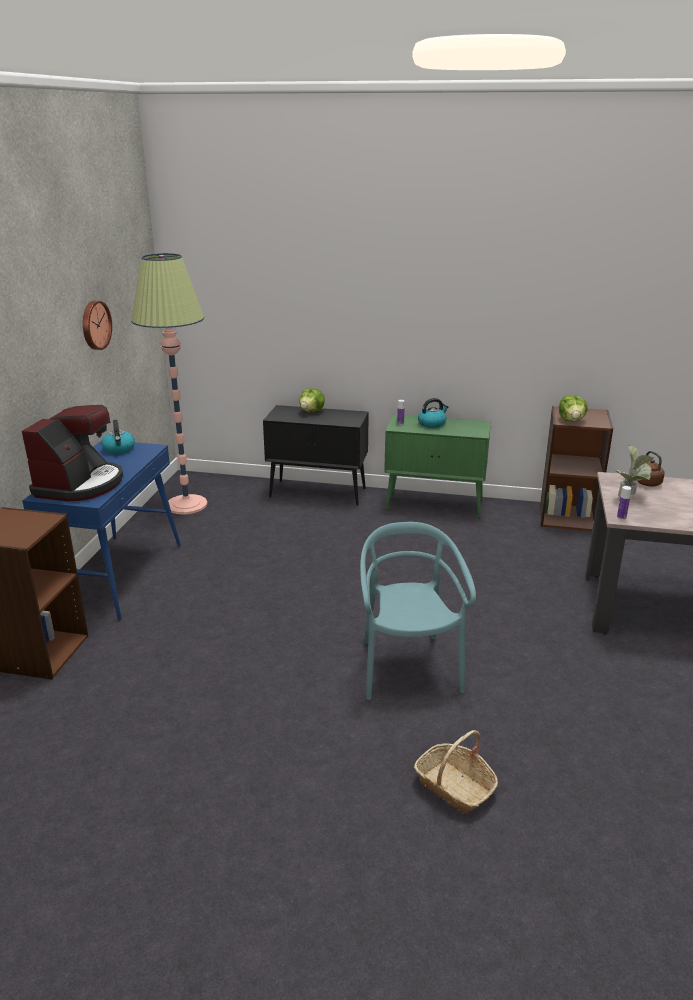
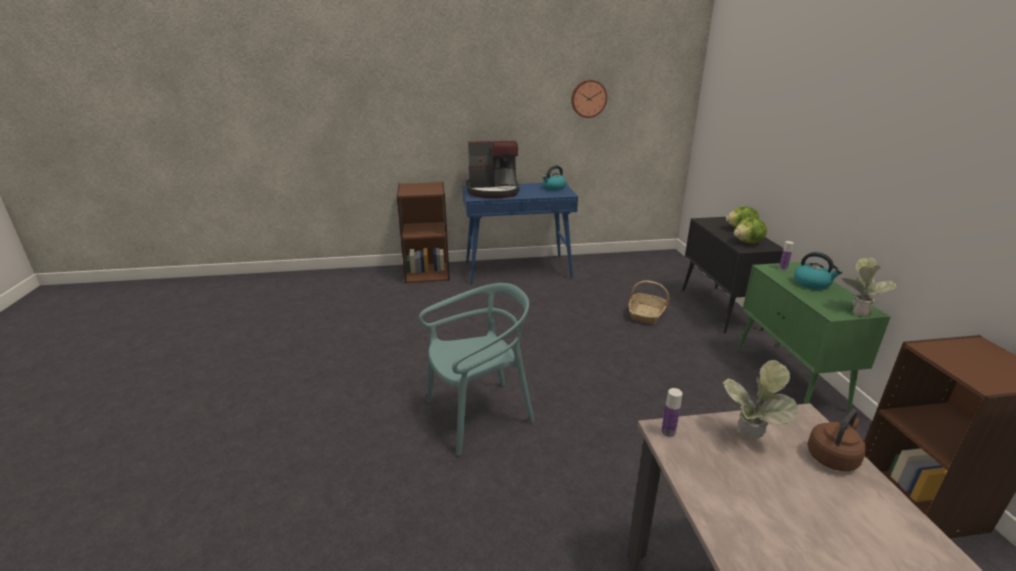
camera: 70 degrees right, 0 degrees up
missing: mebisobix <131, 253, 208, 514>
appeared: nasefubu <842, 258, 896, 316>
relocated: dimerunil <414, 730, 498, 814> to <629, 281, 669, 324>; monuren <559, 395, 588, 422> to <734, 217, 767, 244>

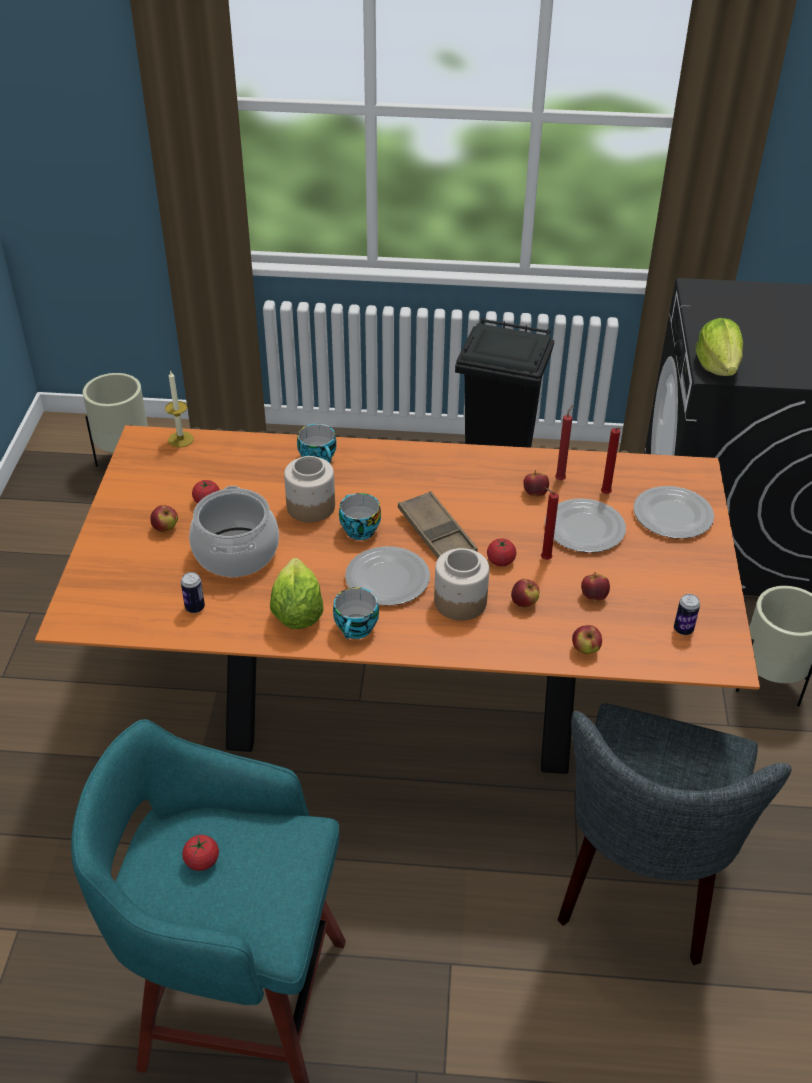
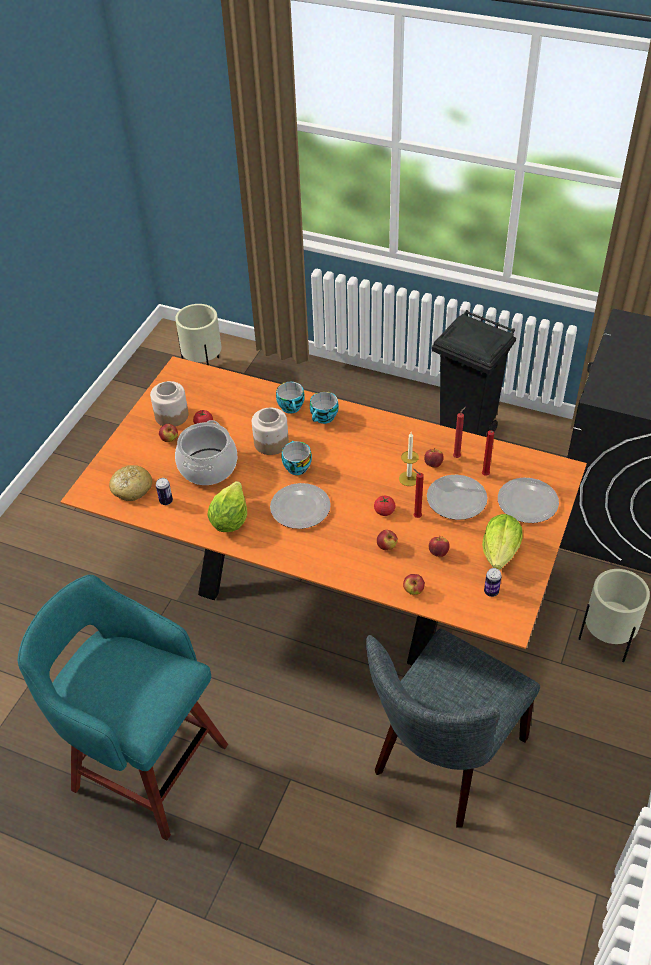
camera: 20 degrees right, 5 degrees up
missing: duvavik <182, 835, 219, 871>; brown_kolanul <398, 491, 478, 558>
appeared: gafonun <109, 465, 152, 501>
relocated: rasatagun <165, 370, 194, 447> to <399, 432, 419, 486>; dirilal <333, 587, 379, 639> to <310, 391, 339, 424>; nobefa <434, 548, 489, 621> to <150, 381, 189, 427>; monuren <696, 318, 743, 376> to <482, 514, 523, 570>

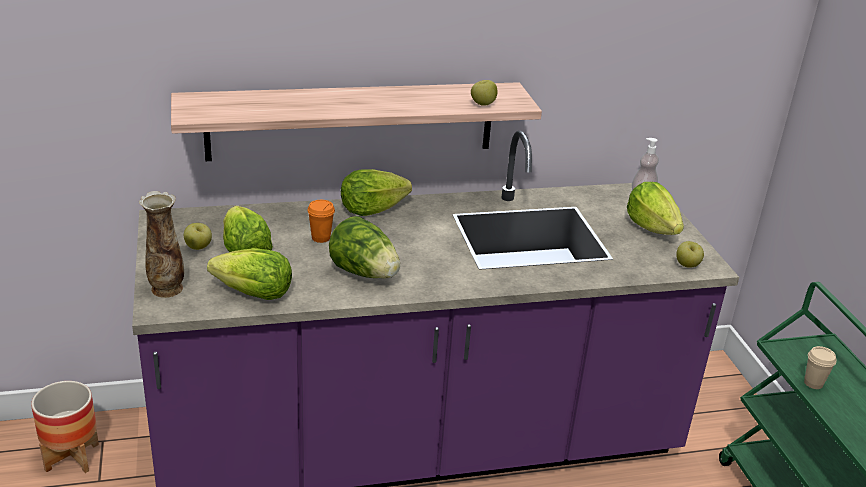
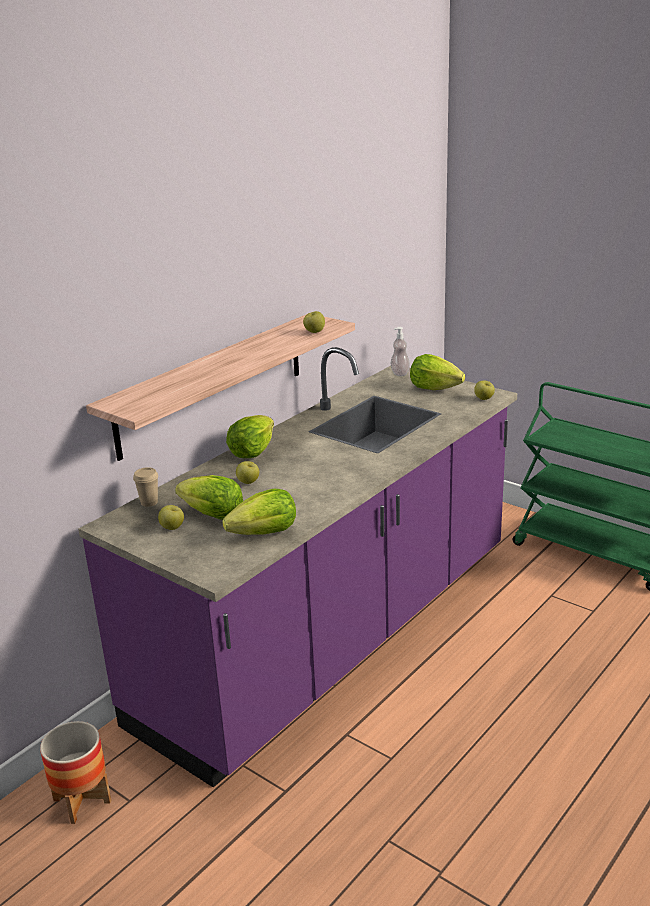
camera: 35 degrees left, 5 degrees down
missing: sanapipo <139, 191, 184, 298>; monuren <329, 216, 400, 279>
relocated: beige_dirilal <804, 346, 837, 389> to <133, 467, 158, 507>
exchanged: orange_dirilal <307, 200, 335, 243> to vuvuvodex <236, 461, 259, 484>

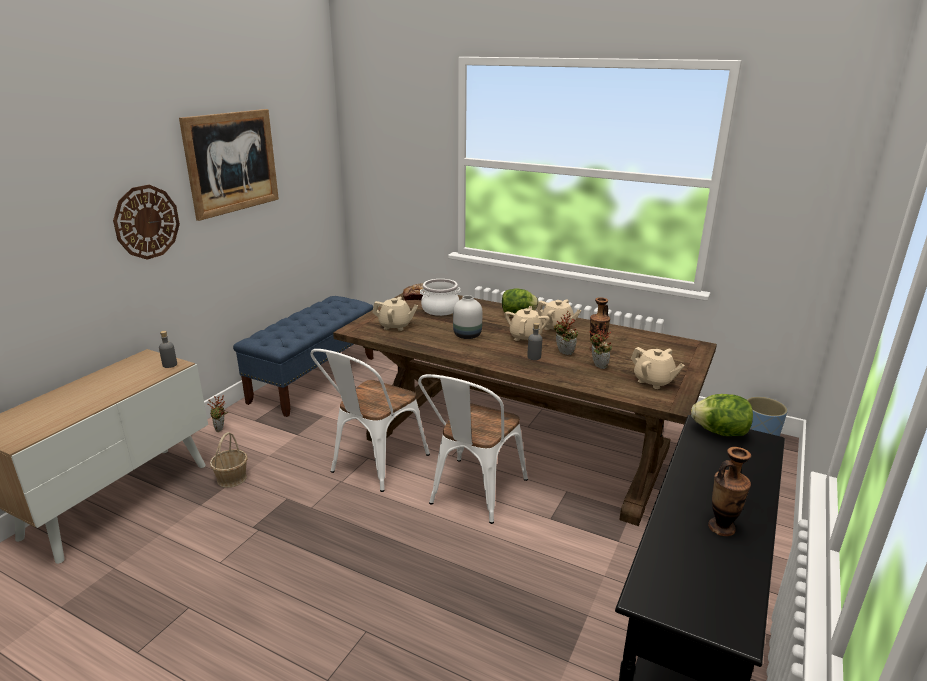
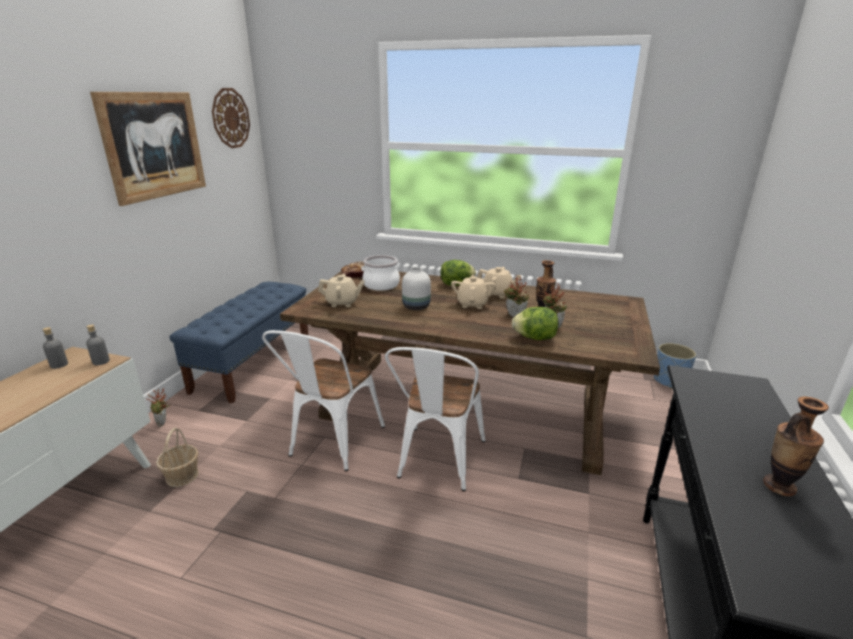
camera: 10 degrees left, 0 degrees up
missing: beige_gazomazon <631, 347, 685, 389>
relocated: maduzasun <113, 185, 180, 260> to <212, 88, 250, 148>; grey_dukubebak <527, 322, 542, 360> to <43, 327, 68, 369>; monuren <691, 394, 753, 436> to <512, 307, 558, 340>

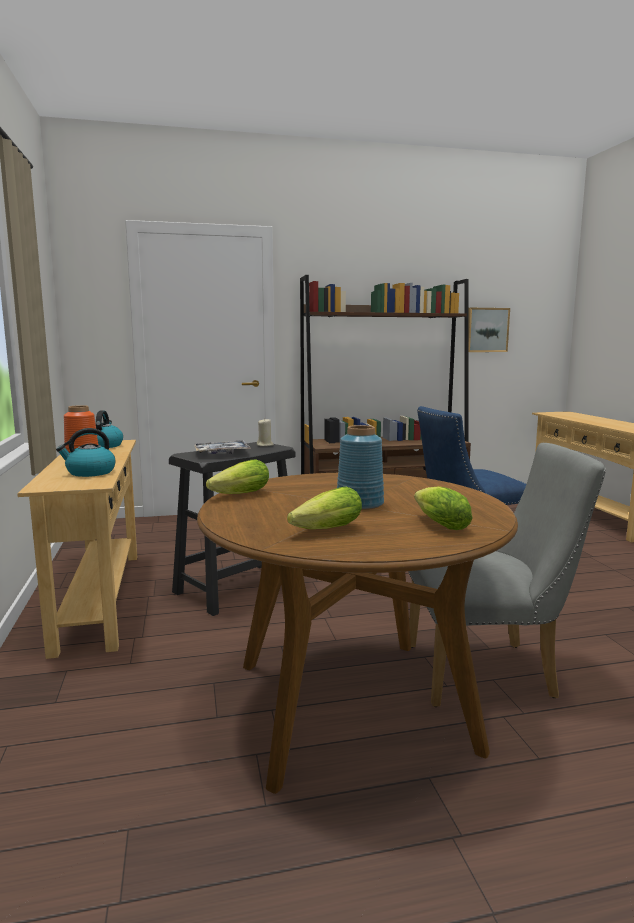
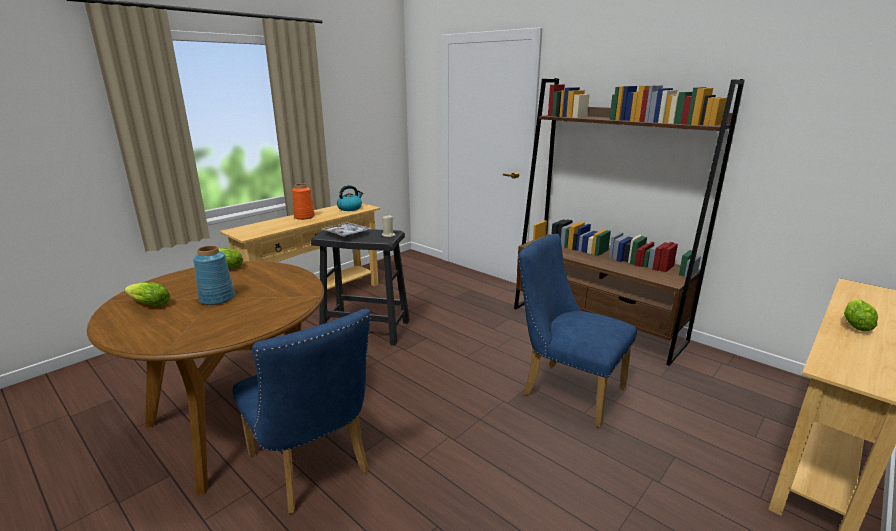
camera: 55 degrees right, 10 degrees up
missing: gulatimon <56, 428, 115, 477>; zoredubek <469, 308, 510, 352>
relocated: monuren <414, 486, 472, 530> to <844, 299, 878, 331>
colour: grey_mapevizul <408, 443, 606, 707> to blue_mapevizul <232, 309, 371, 513>

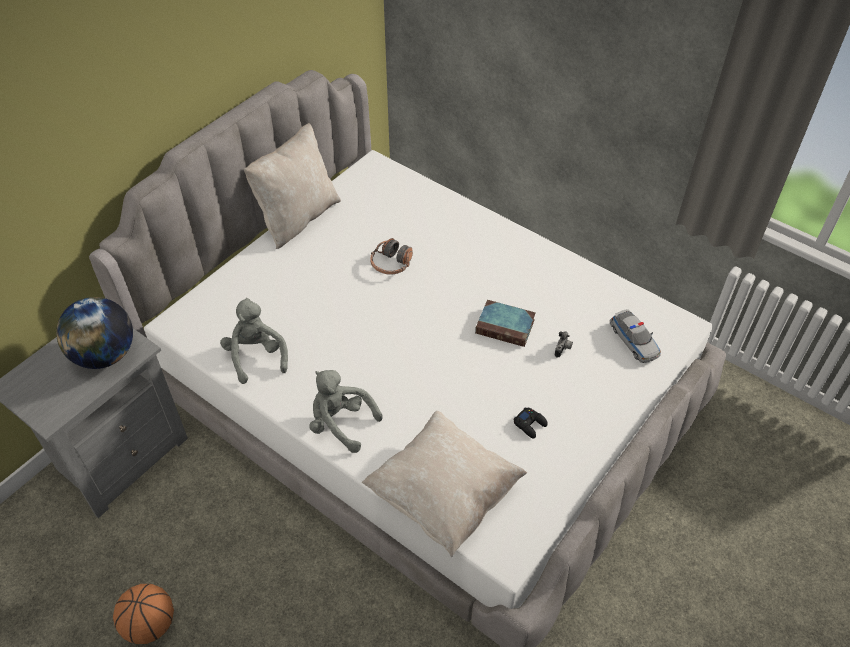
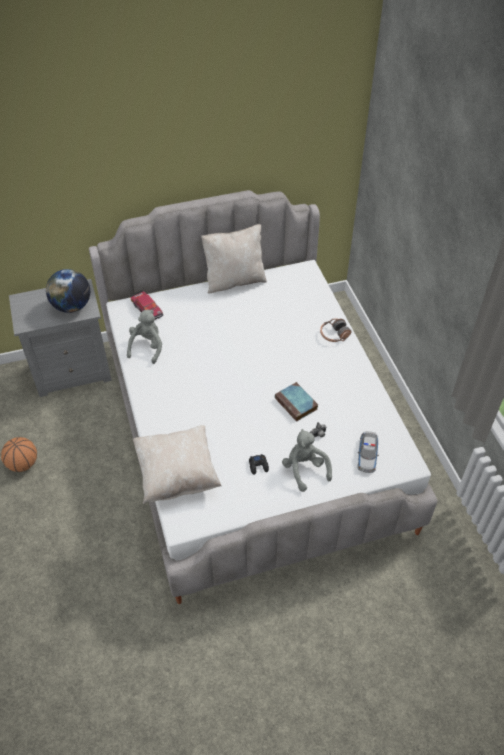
camera: 35 degrees right, 0 degrees up
appeared: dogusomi <130, 291, 163, 320>
relocated: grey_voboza <309, 370, 383, 453> to <282, 429, 332, 492>; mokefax <370, 238, 413, 275> to <320, 318, 352, 342>

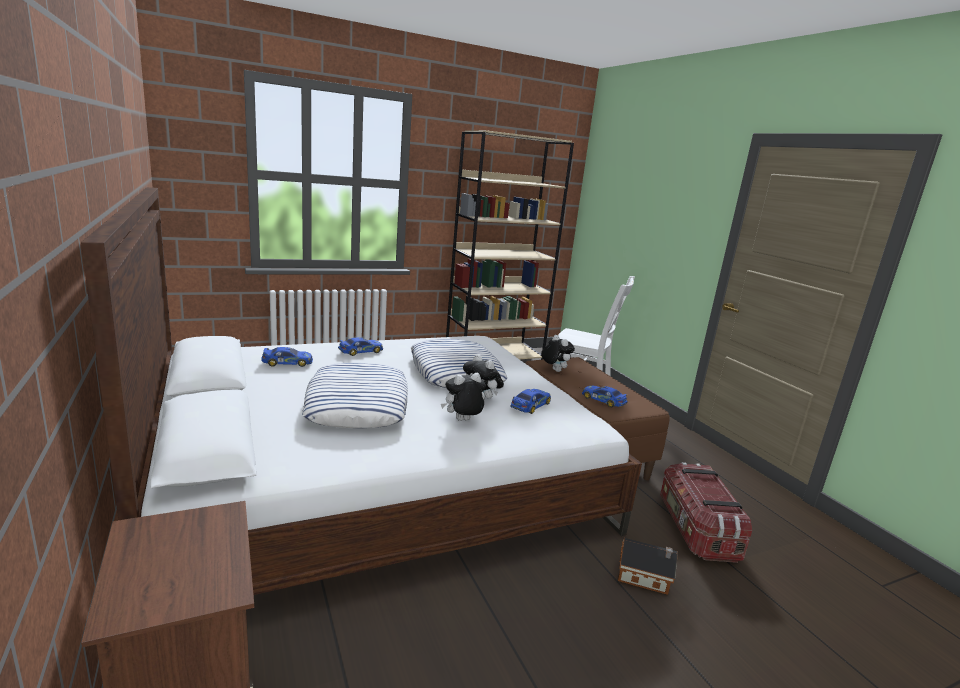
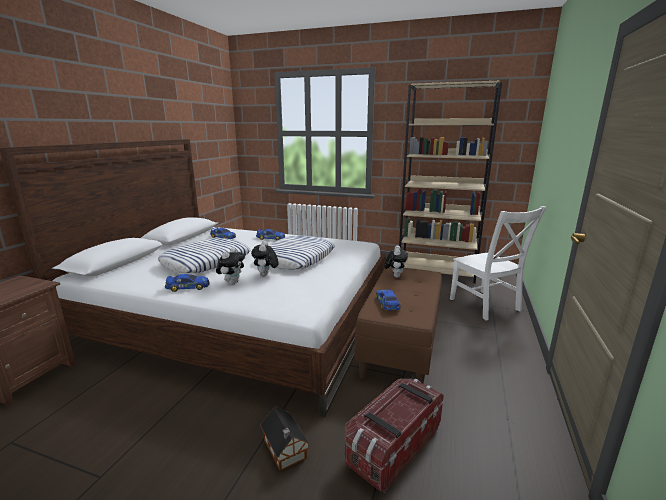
camera: 45 degrees right, 0 degrees up
relocated: dogusomi <510, 389, 551, 414> to <165, 274, 210, 292>
spun: voboza <441, 373, 485, 421> = <216, 248, 245, 285> 90 degrees clockwise

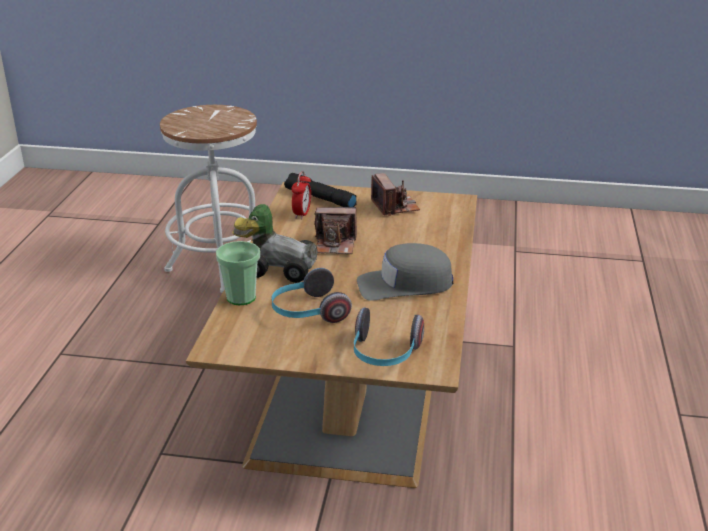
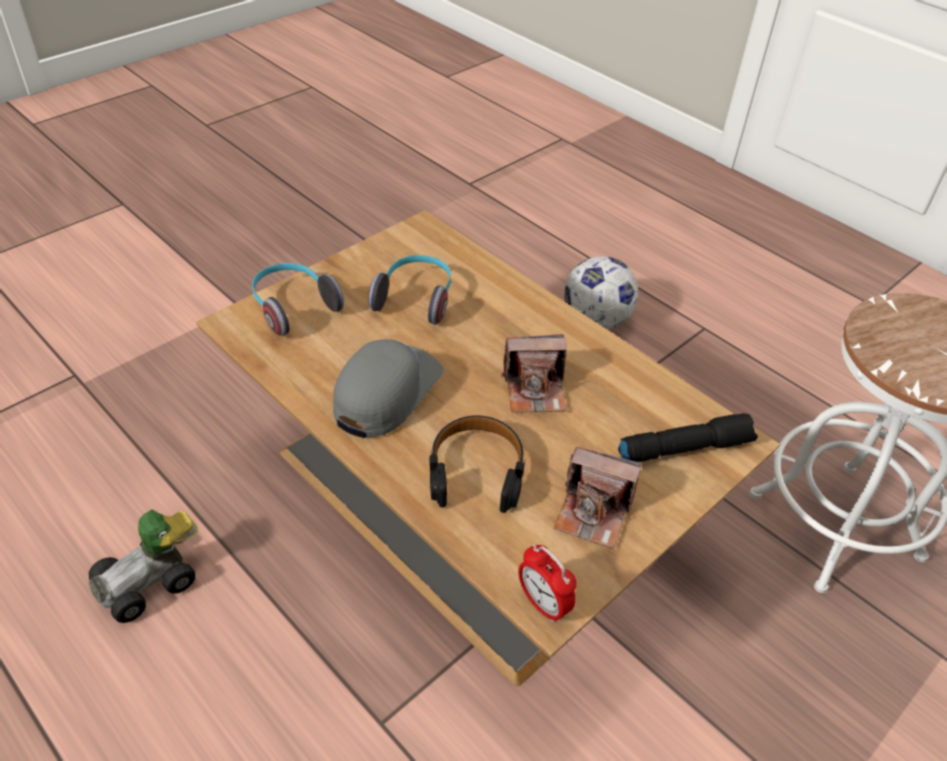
camera: 125 degrees right, 15 degrees up
missing: dirilal <216, 241, 260, 305>
appeared: black_mokefax <429, 415, 525, 513>; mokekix <564, 256, 638, 329>
relocated: dogusomi <233, 204, 318, 283> to <89, 510, 198, 623>; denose <291, 171, 311, 219> to <518, 545, 576, 623>
spun: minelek <315, 207, 357, 254> = <502, 334, 567, 413> 135 degrees counterclockwise

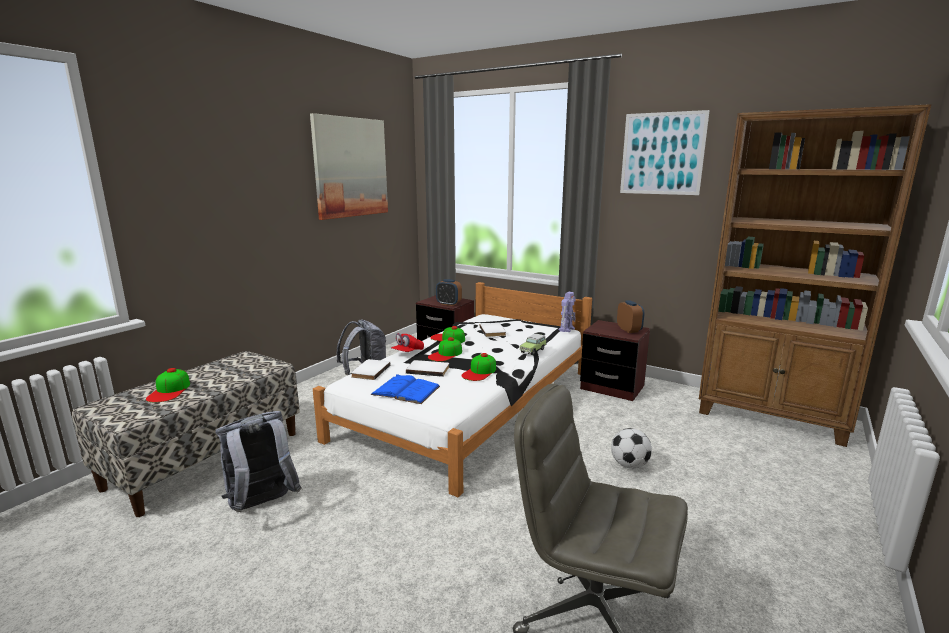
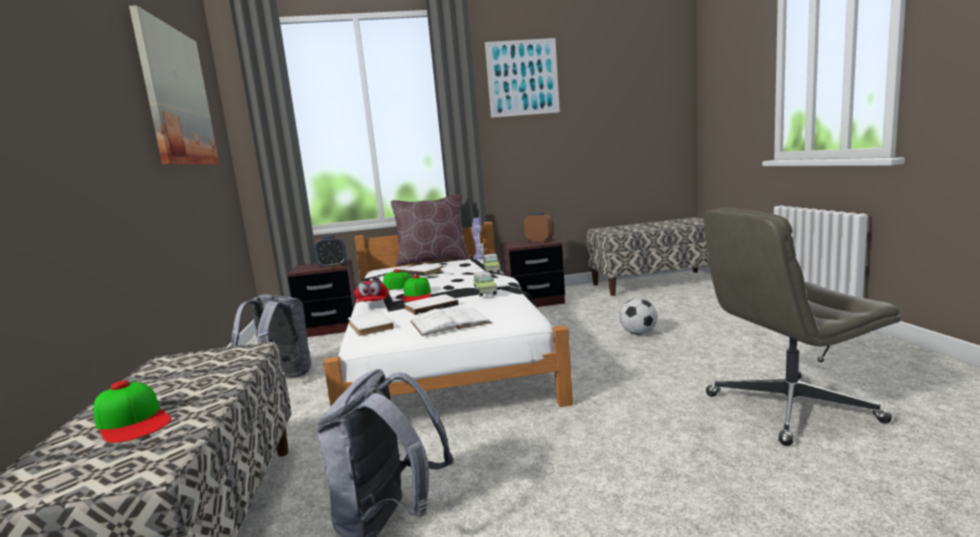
camera: 40 degrees left, 5 degrees down
appeared: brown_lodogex <391, 194, 470, 266>
exchanged: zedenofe <461, 353, 496, 381> to dogusomi <474, 272, 497, 297>; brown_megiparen <699, 104, 931, 447> to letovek <587, 217, 710, 296>
colour: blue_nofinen <370, 374, 440, 404> to white_nofinen <410, 308, 492, 336>

